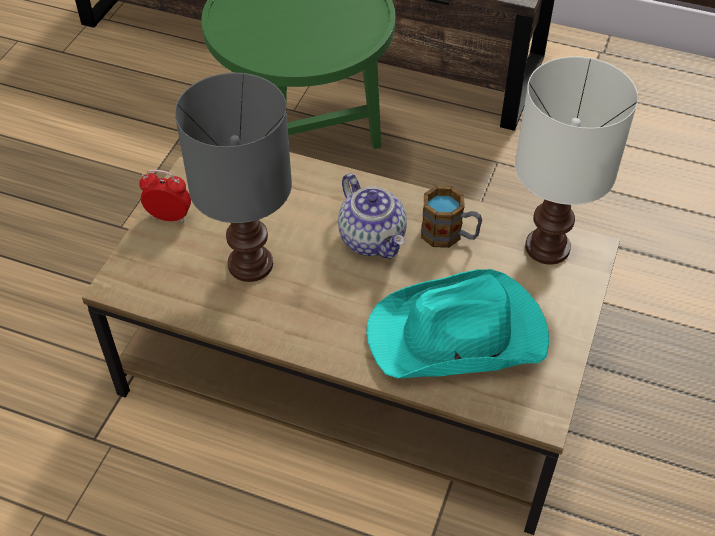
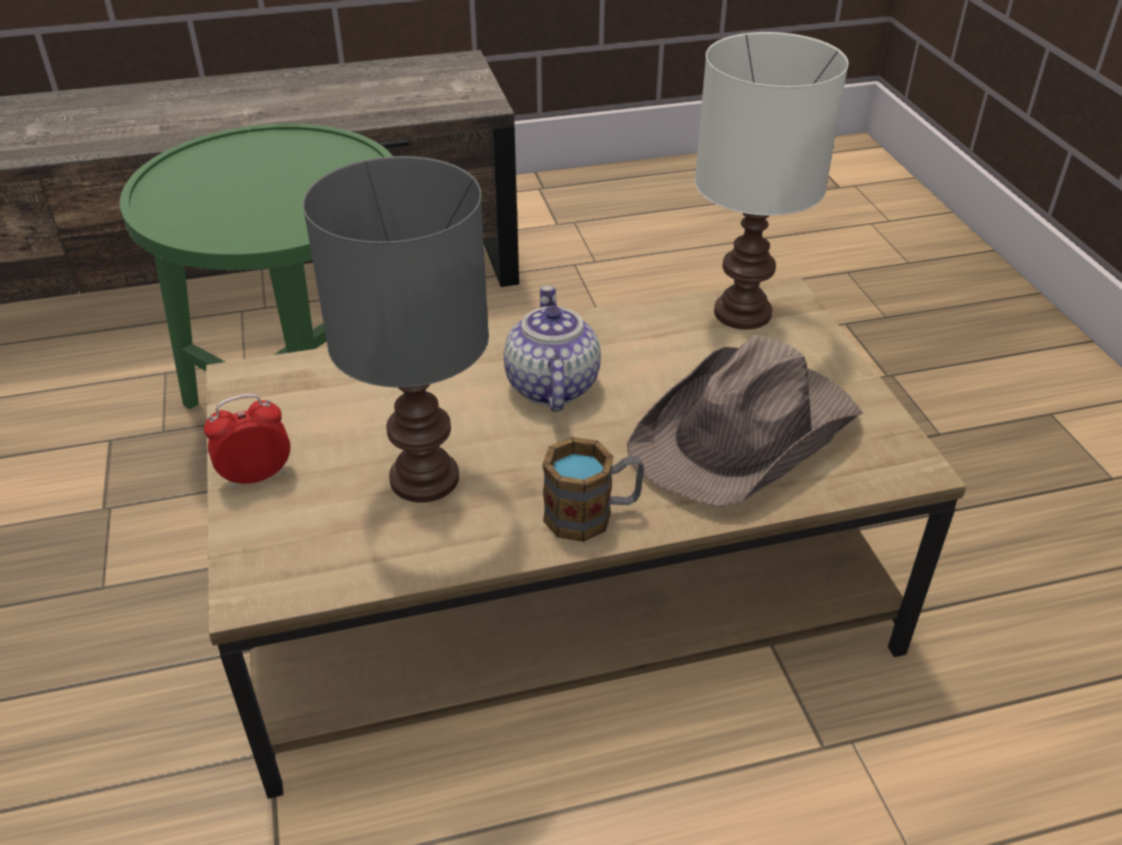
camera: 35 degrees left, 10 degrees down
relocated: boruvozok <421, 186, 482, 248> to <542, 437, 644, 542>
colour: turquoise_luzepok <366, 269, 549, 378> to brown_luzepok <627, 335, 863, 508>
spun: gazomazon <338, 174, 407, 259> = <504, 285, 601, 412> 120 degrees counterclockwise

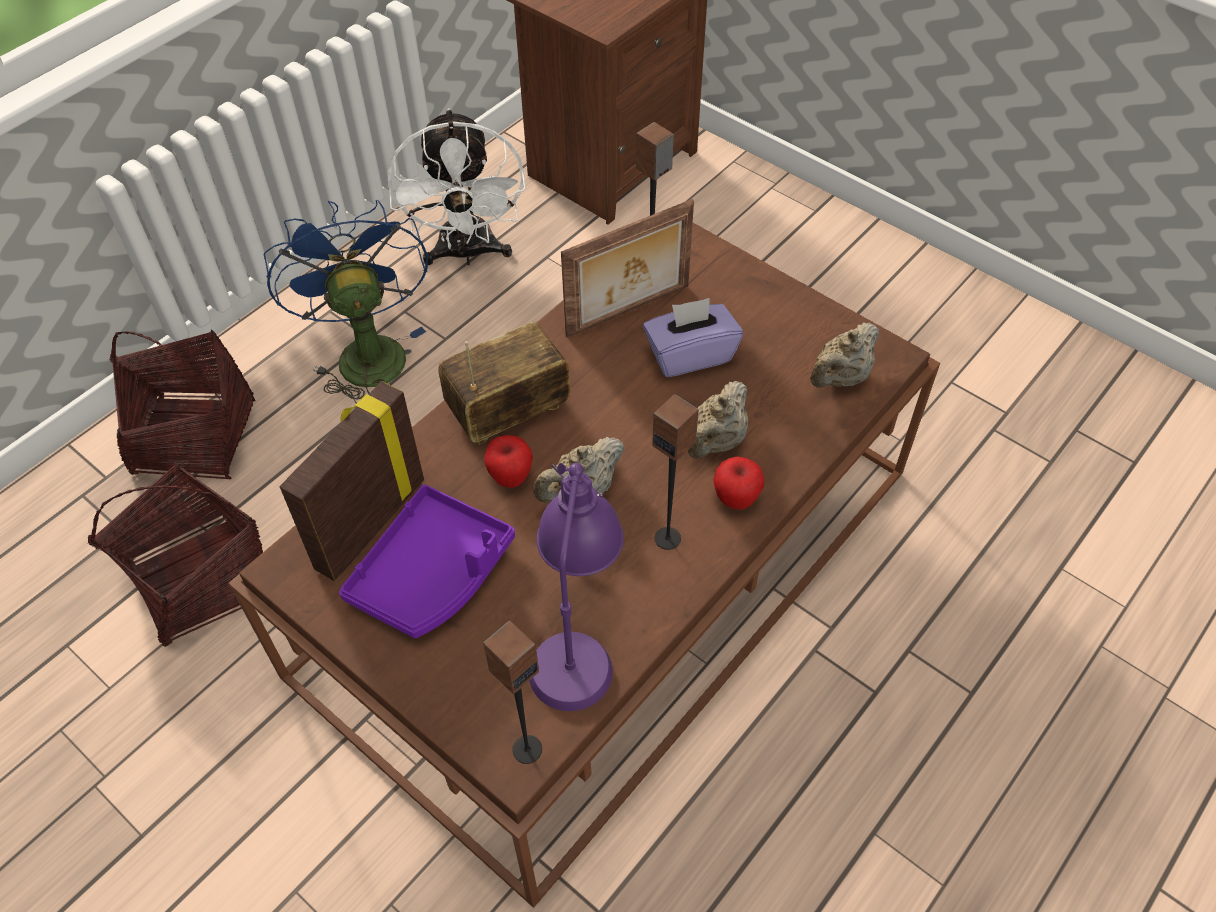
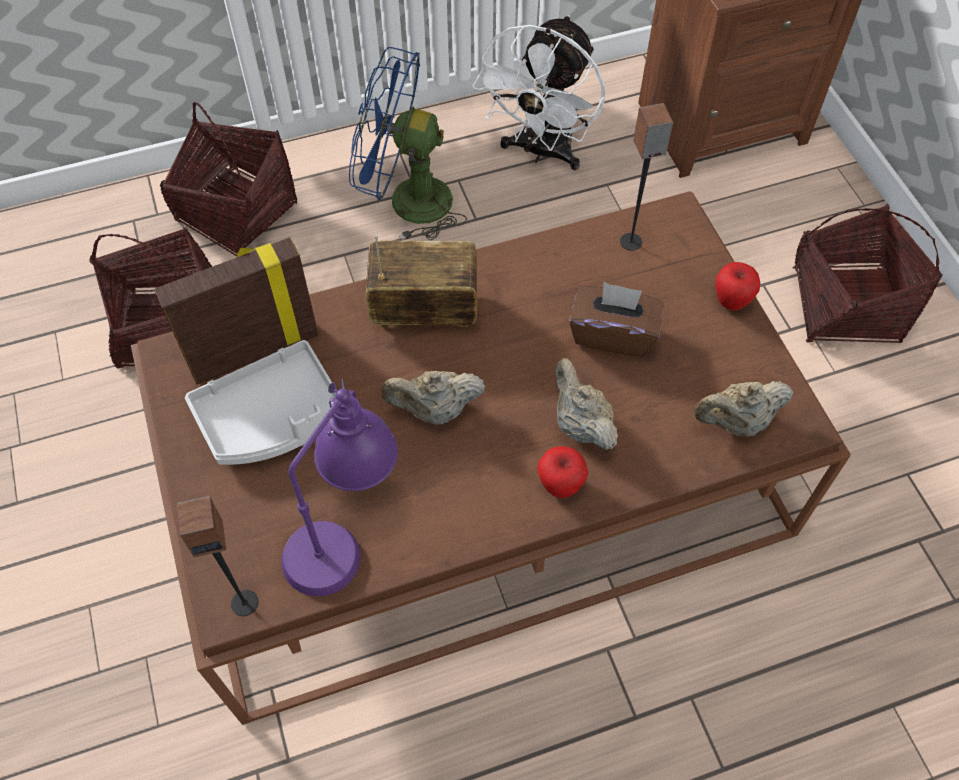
camera: 30 degrees right, 5 degrees up
missing: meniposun <561, 199, 694, 338>; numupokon <652, 394, 699, 550>
appeared: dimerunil <792, 204, 943, 343>
relocated: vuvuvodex <484, 435, 533, 488> to <715, 262, 760, 310>
colour: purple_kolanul <339, 485, 515, 638> to grey_kolanul <185, 340, 336, 465>; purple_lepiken <643, 298, 743, 377> to brown_lepiken <569, 282, 664, 357>
spun: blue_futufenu <264, 200, 428, 403> = <349, 47, 467, 240> 90 degrees counterclockwise; beige_gazomazon <688, 381, 748, 459> = <556, 358, 618, 450> 90 degrees clockwise

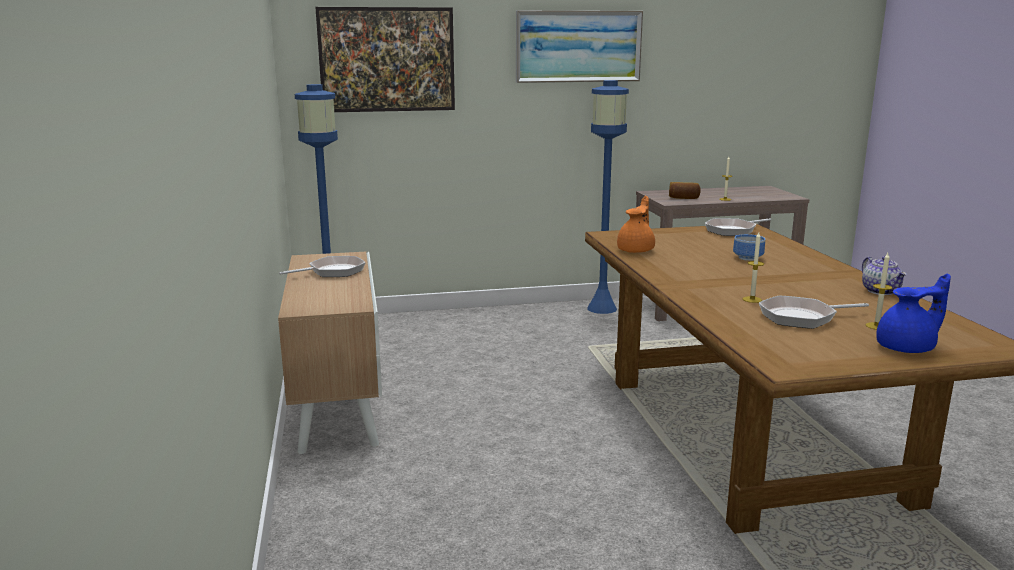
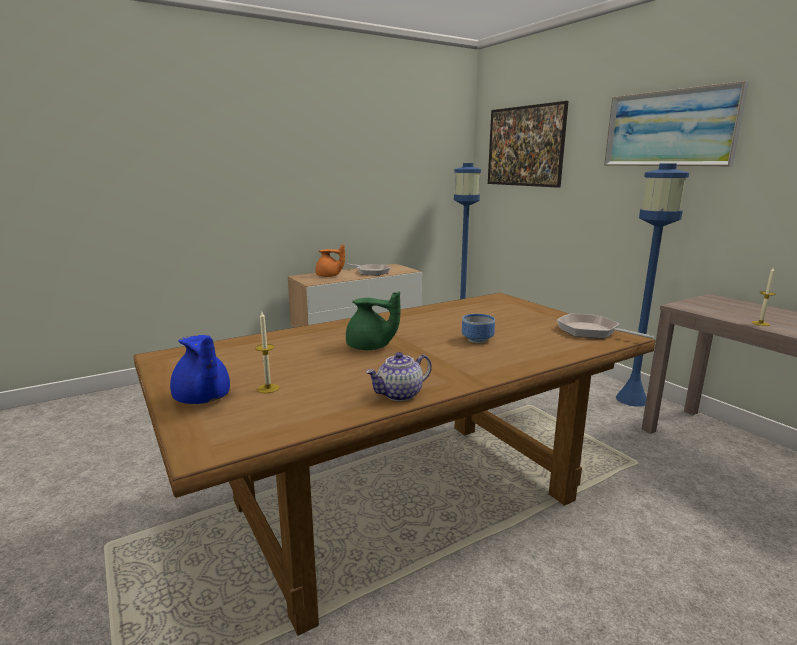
camera: 70 degrees right, 0 degrees up
missing: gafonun <669, 182, 701, 199>; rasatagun <743, 232, 764, 303>; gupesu <759, 295, 869, 329>
appeared: green_gazomazon <346, 291, 400, 350>
relocated: orange_gazomazon <617, 196, 655, 253> to <316, 244, 345, 277>

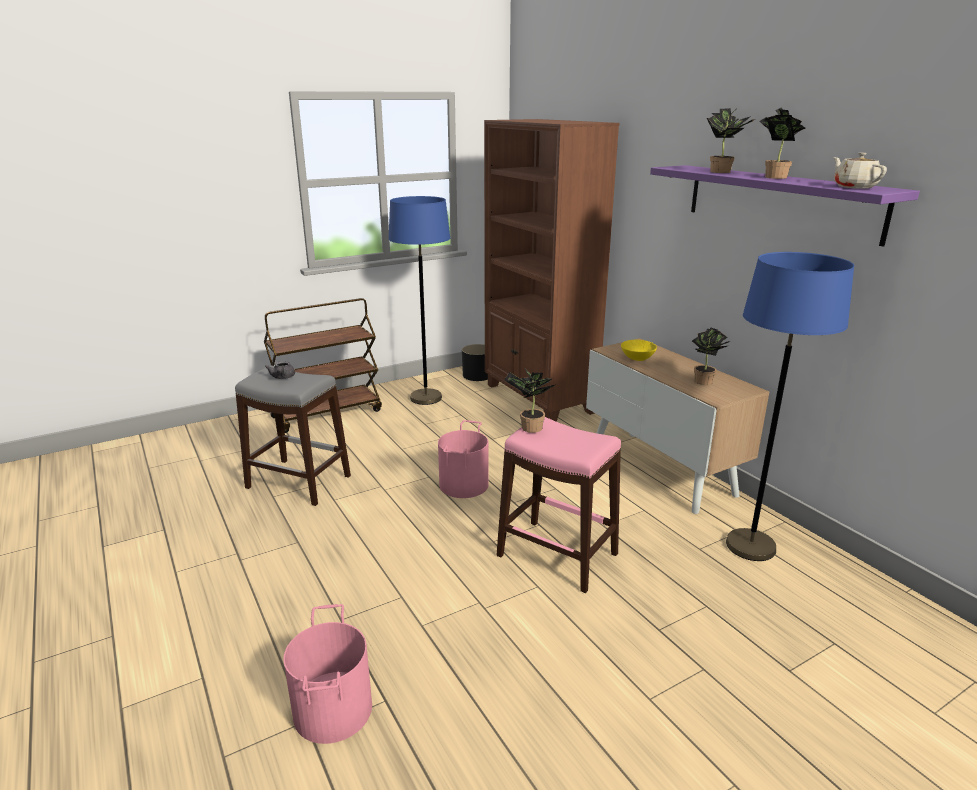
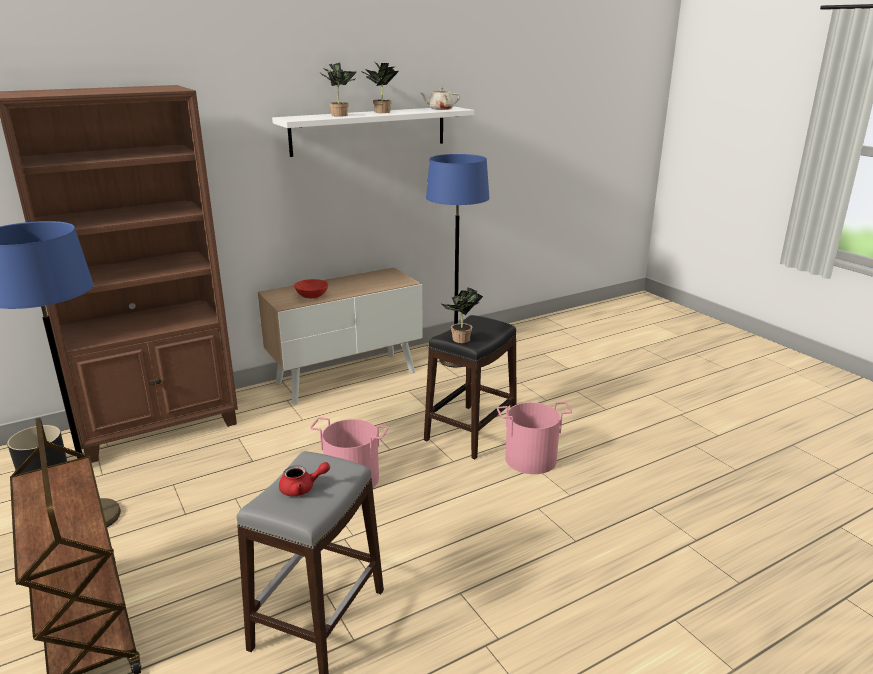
camera: 90 degrees left, 0 degrees up
missing: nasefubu <692, 328, 730, 385>
relocated: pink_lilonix <283, 604, 372, 744> to <497, 402, 572, 474>
colour: grey_gazomazon <265, 361, 295, 379> to red_gazomazon <279, 462, 330, 496>; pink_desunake <496, 417, 621, 593> to black_desunake <424, 315, 517, 459>; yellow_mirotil <621, 340, 657, 361> to red_mirotil <294, 279, 328, 298>; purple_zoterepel <650, 165, 920, 247> to white_zoterepel <272, 106, 474, 157>

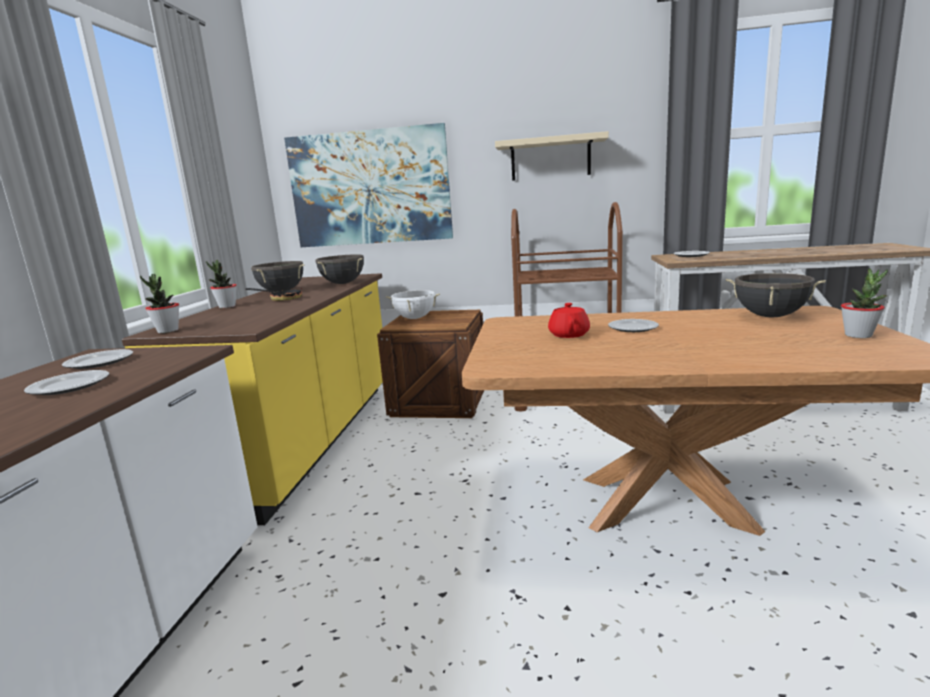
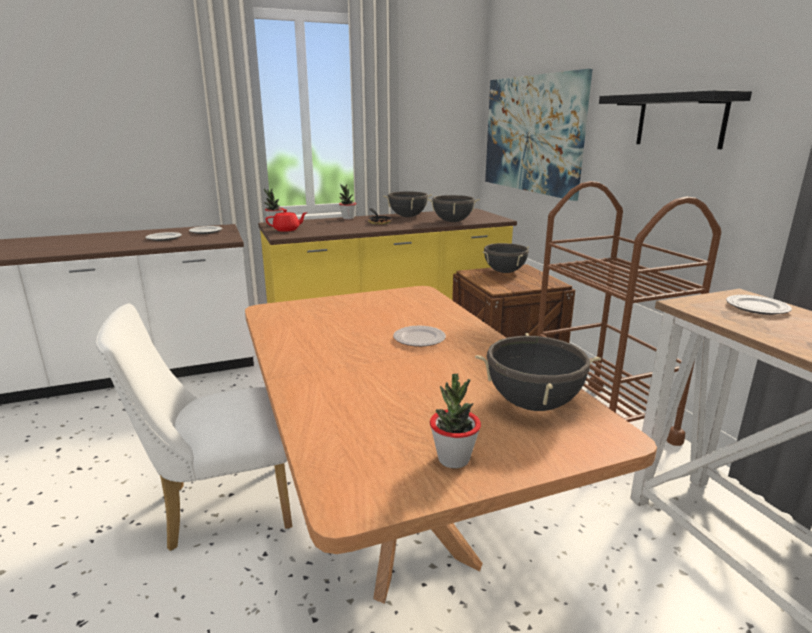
camera: 60 degrees right, 5 degrees up
appeared: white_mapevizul <96, 303, 292, 551>
relocated: red_gazomazon <548, 303, 590, 338> to <265, 209, 308, 232>
colour: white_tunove <386, 290, 440, 319> to black_tunove <482, 243, 529, 273>; beige_zoterepel <495, 131, 609, 181> to black_zoterepel <599, 90, 752, 149>

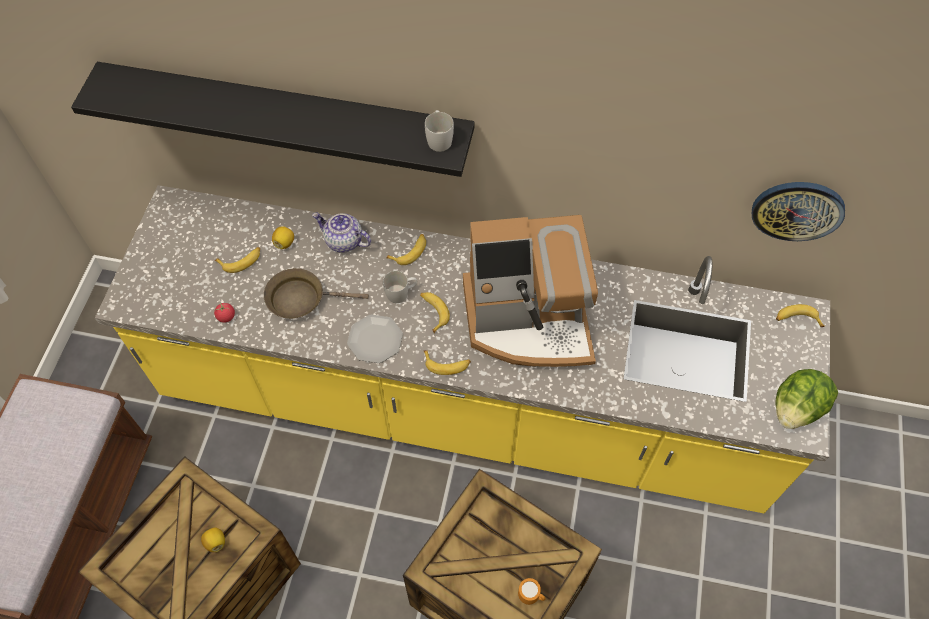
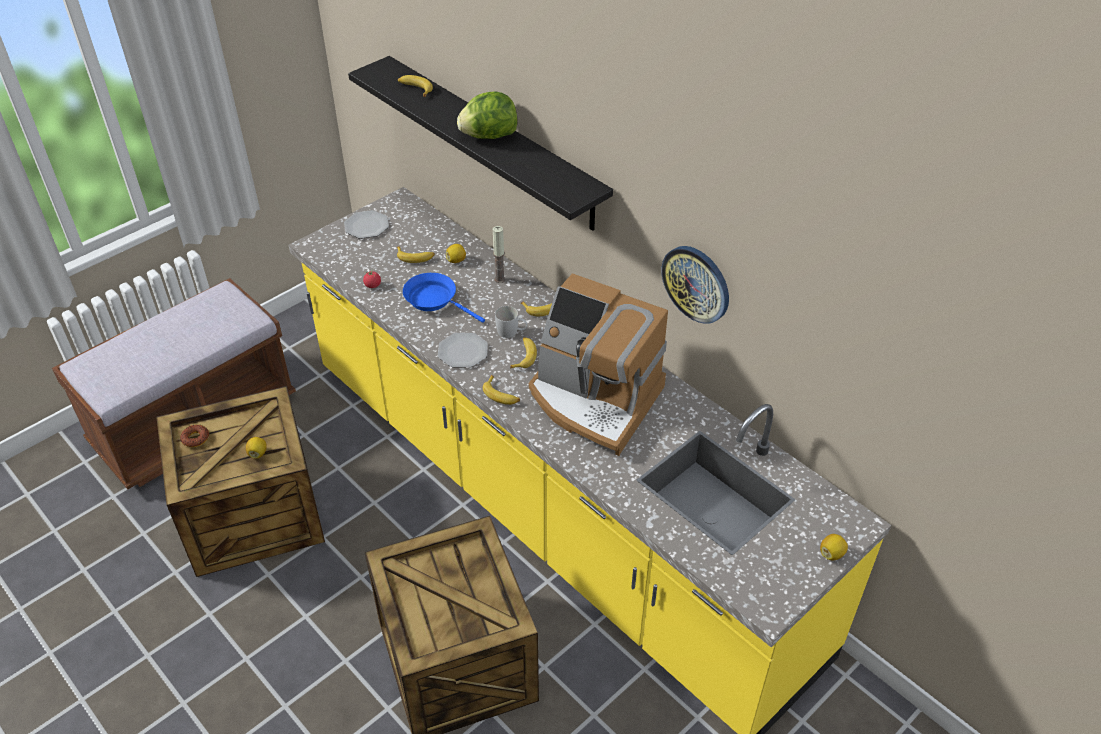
camera: 35 degrees right, 15 degrees down
missing: white_boruvozok <425, 110, 454, 152>; orange_boruvozok <518, 578, 546, 605>
appeared: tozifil <180, 425, 209, 447>; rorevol <344, 210, 389, 239>; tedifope <820, 534, 848, 560>
relocated: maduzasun <752, 182, 845, 241> to <662, 246, 729, 324>; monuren <775, 369, 838, 429> to <457, 91, 517, 139>; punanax <776, 304, 825, 327> to <398, 75, 433, 97>
exchanged: gazomazon <312, 213, 371, 253> to rasatagun <493, 226, 506, 283>
colour: brown_gupesu <264, 268, 369, 319> to blue_gupesu <403, 273, 485, 323>

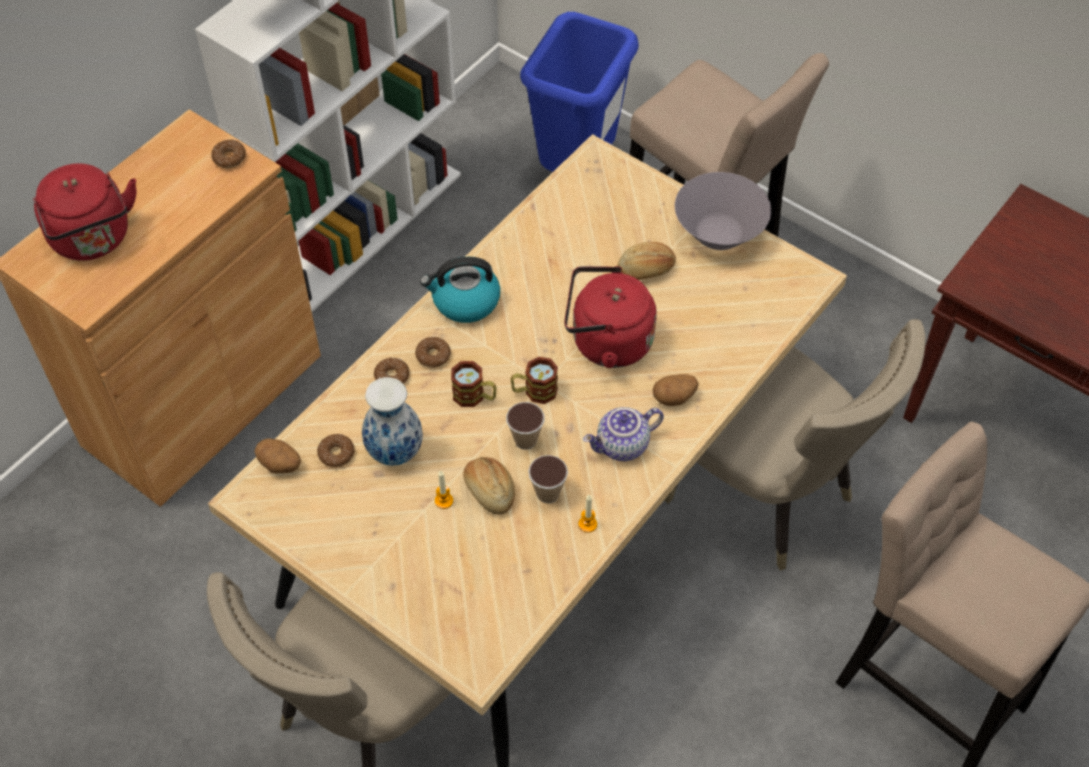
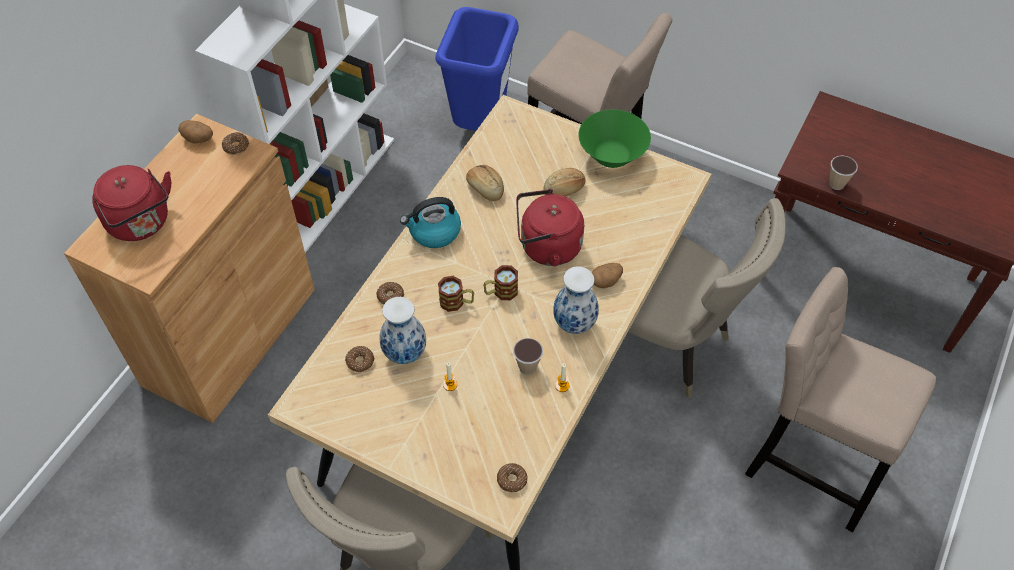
camera: 10 degrees left, 0 degrees up
relocated: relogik <254, 438, 301, 474> to <178, 120, 213, 143>; tozifil <415, 337, 451, 368> to <497, 463, 528, 493>; gafonun <463, 457, 515, 515> to <466, 165, 504, 201>; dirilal <506, 402, 545, 450> to <829, 156, 858, 190>
exchanged: gazomazon <583, 407, 664, 461> to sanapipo <553, 266, 599, 334>
colour: grey_mirotil <675, 172, 771, 250> to green_mirotil <578, 109, 651, 168>

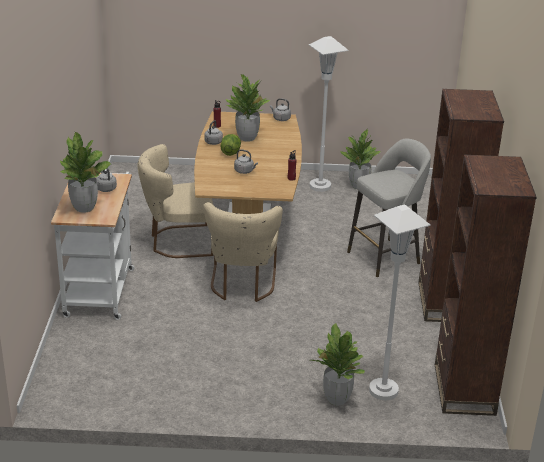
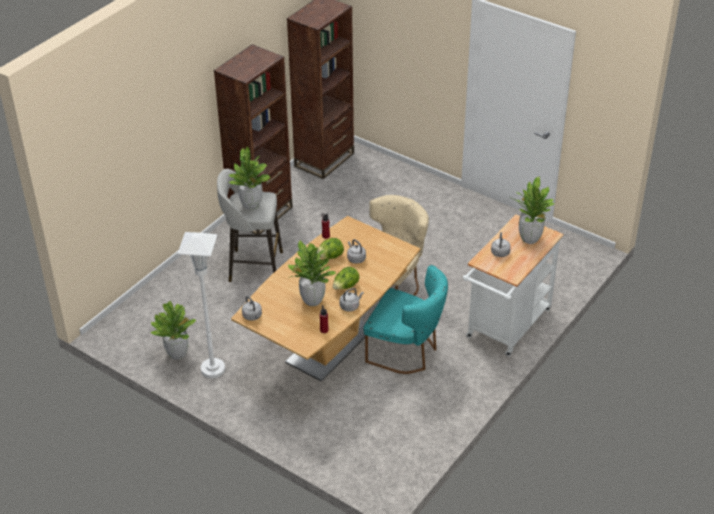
camera: 145 degrees left, 10 degrees up
missing: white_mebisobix <369, 204, 431, 400>
appeared: monuren <317, 238, 344, 259>
relocated: nasefubu <311, 322, 365, 405> to <228, 147, 271, 210>
colour: beige_mapevizul <137, 144, 214, 258> to turquoise_mapevizul <363, 265, 448, 374>

